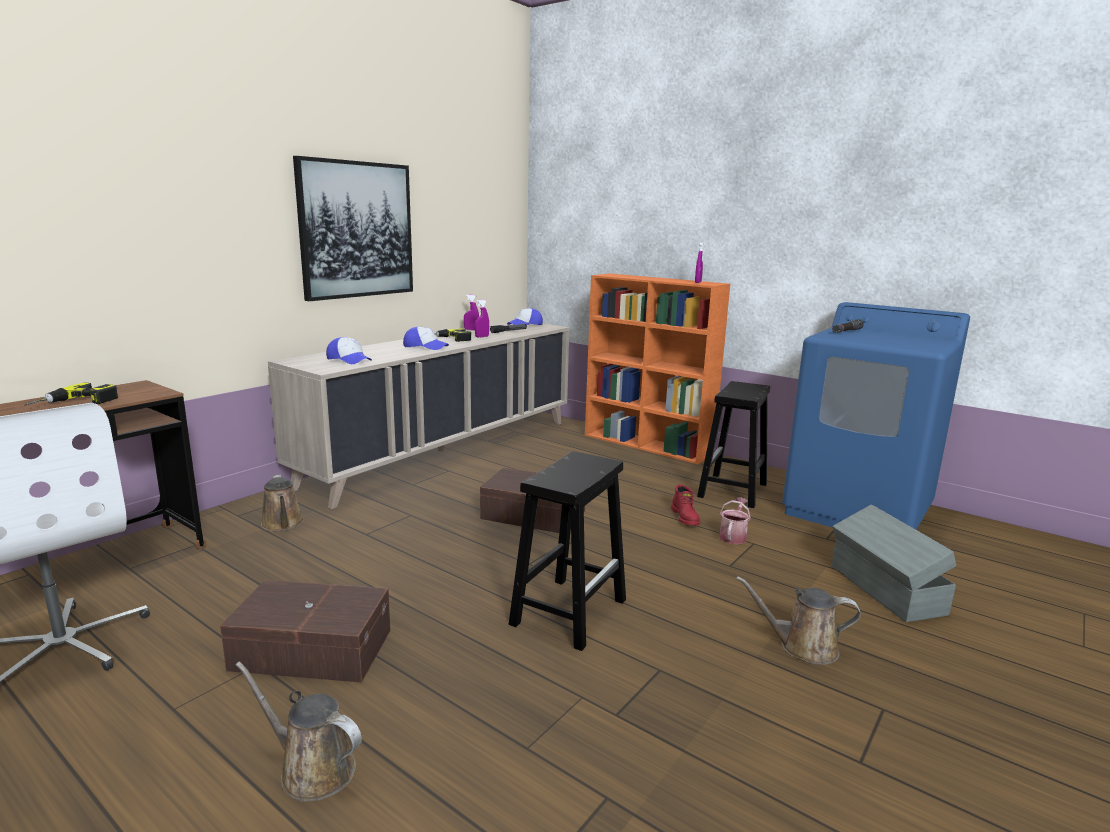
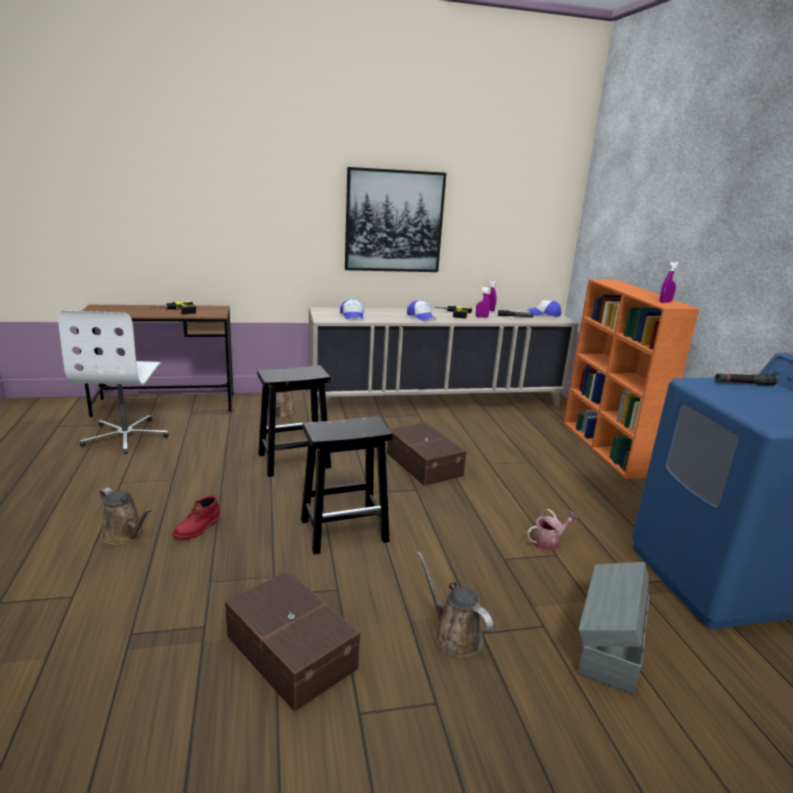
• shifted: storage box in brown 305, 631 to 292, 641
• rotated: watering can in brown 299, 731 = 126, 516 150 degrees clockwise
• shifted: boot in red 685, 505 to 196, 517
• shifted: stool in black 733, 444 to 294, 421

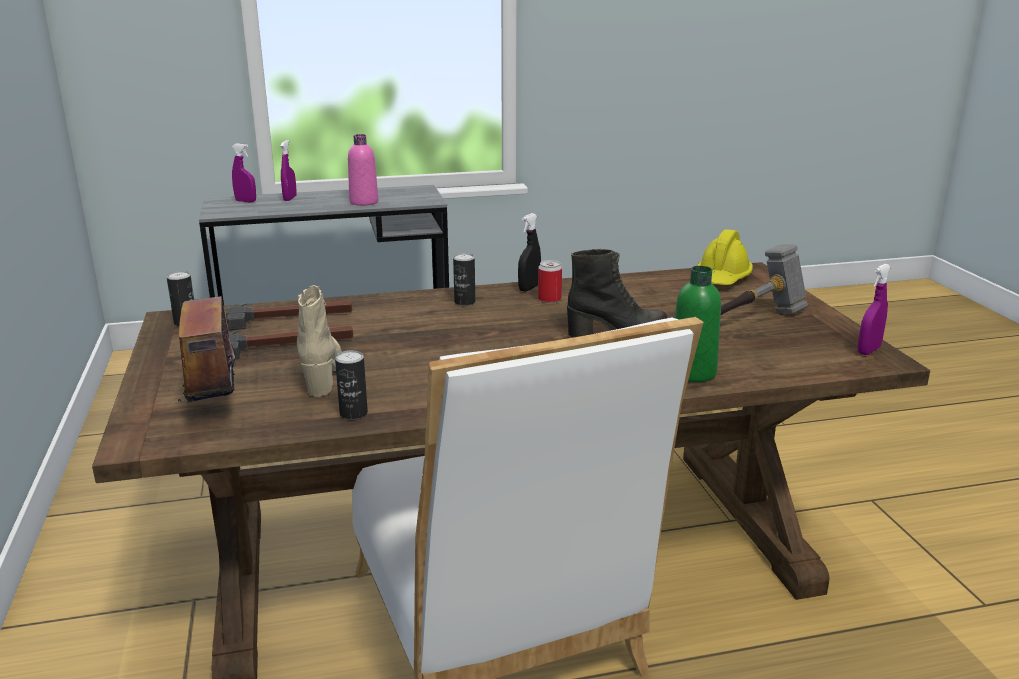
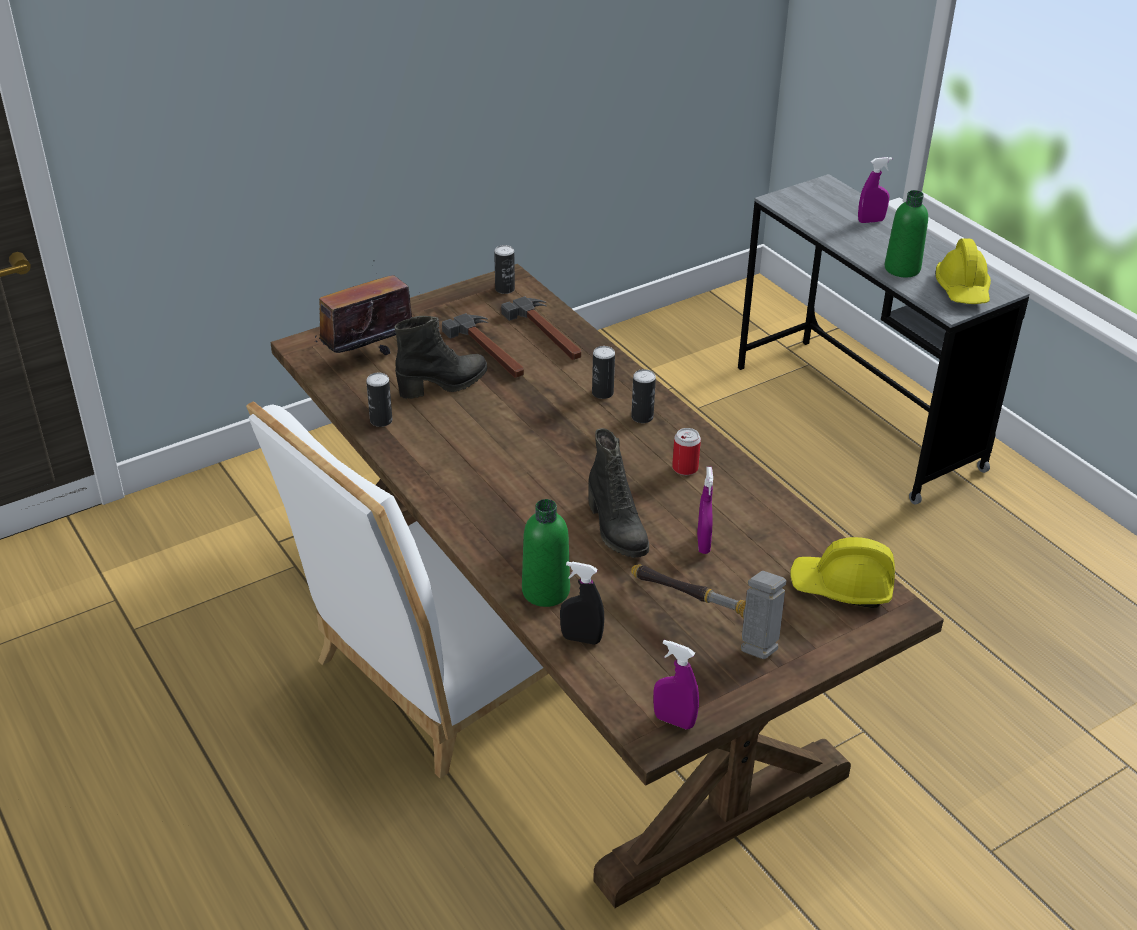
• shifted: spray bottle in purple 244, 173 to 705, 510
• repainted: boot in beige 319, 341 to boot in black 440, 357
• repainted: bottle in pink 363, 170 to bottle in green 906, 233
• shifted: spray bottle in black 529, 252 to 582, 603
• new: can 603, 372
• new: hard hat in yellow 963, 271

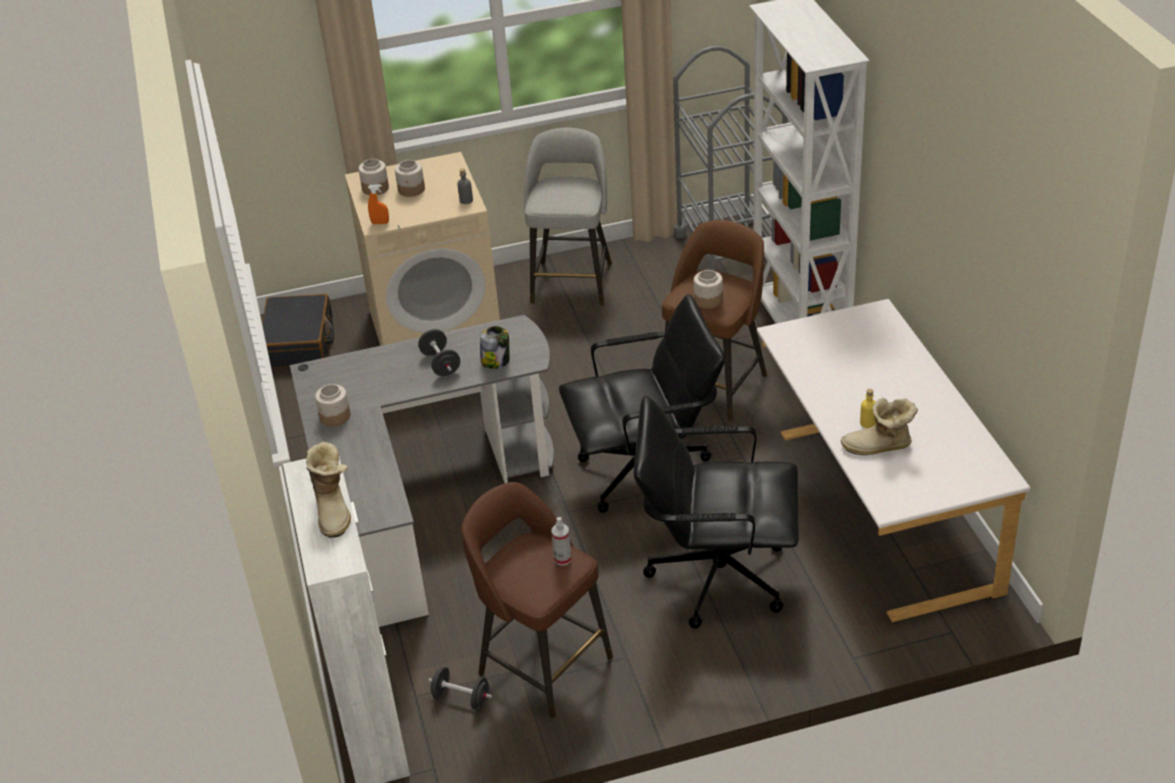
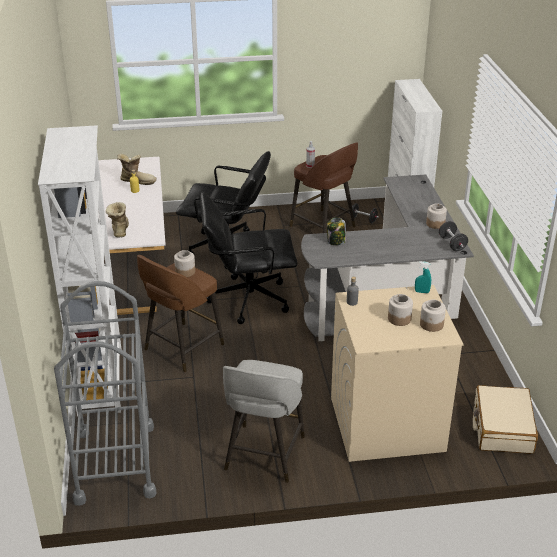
• repainted: suitcase in black 298, 330 to suitcase in beige 505, 419
• shifted: boot 328, 489 to 117, 220
• repainted: spray bottle in orange 378, 204 to spray bottle in turquoise 423, 277
• shifted: dumbbell in black 439, 352 to 453, 236

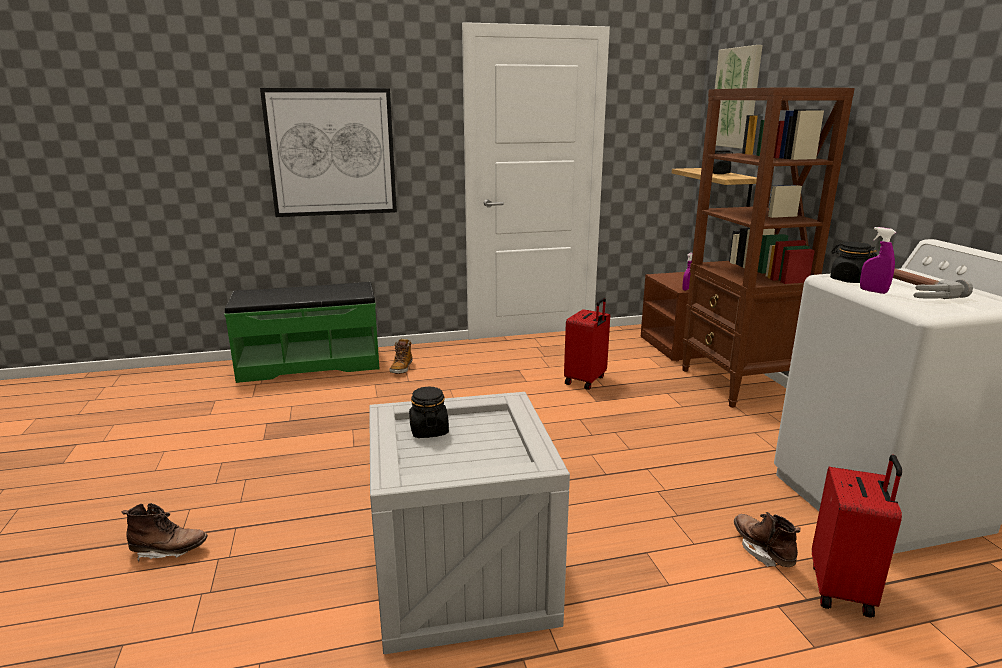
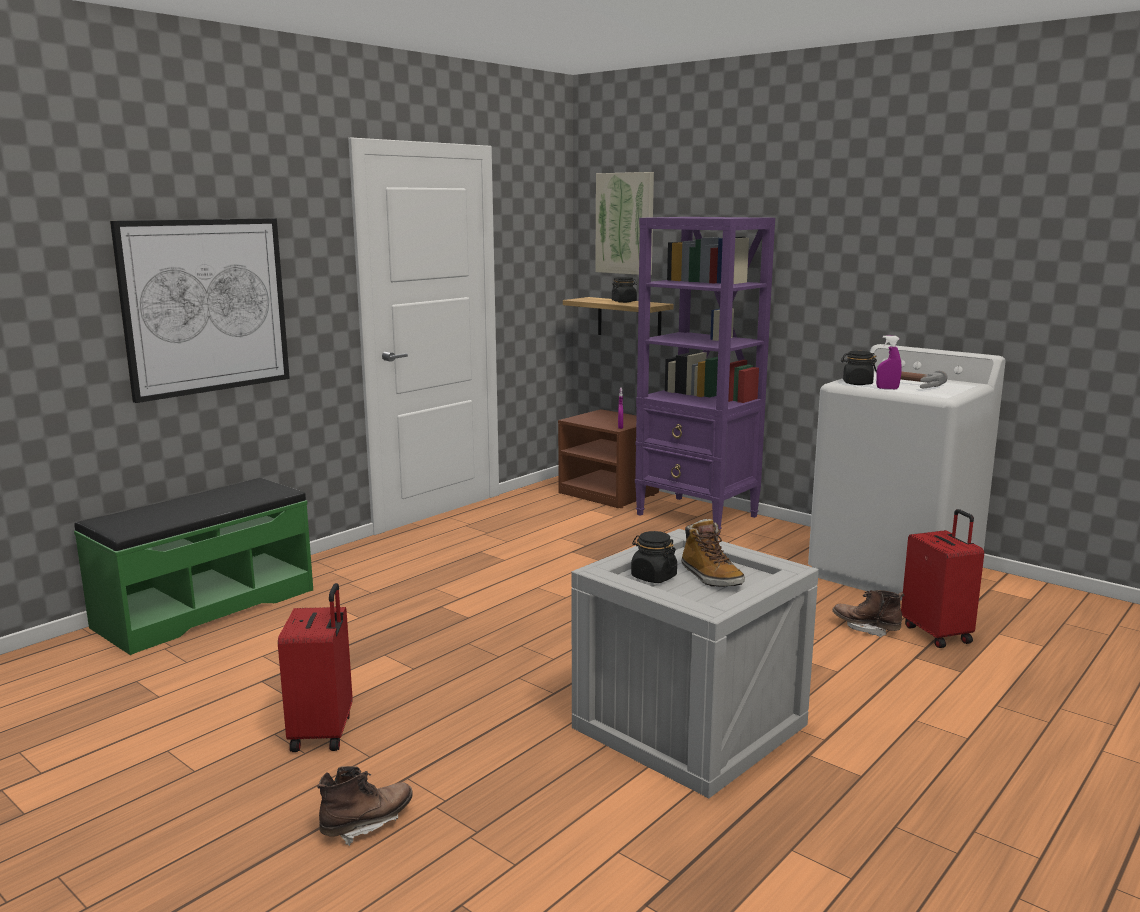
• shifted: boot 401, 356 to 713, 553
• shifted: suitcase in red 587, 344 to 315, 667
• repainted: bookcase in brown 768, 248 to bookcase in purple 705, 376

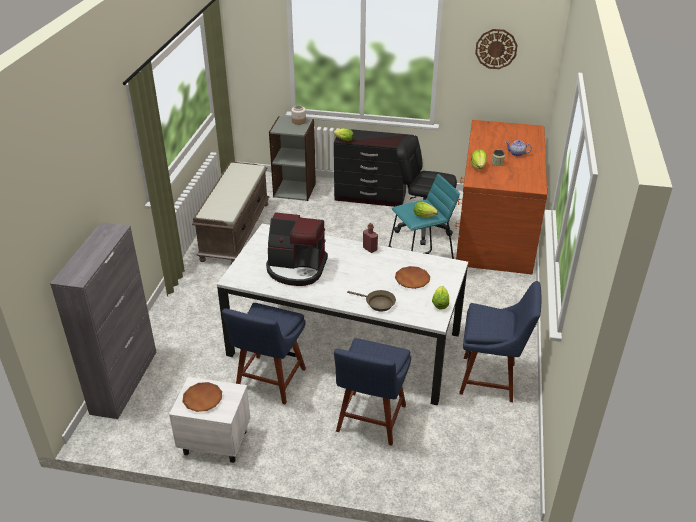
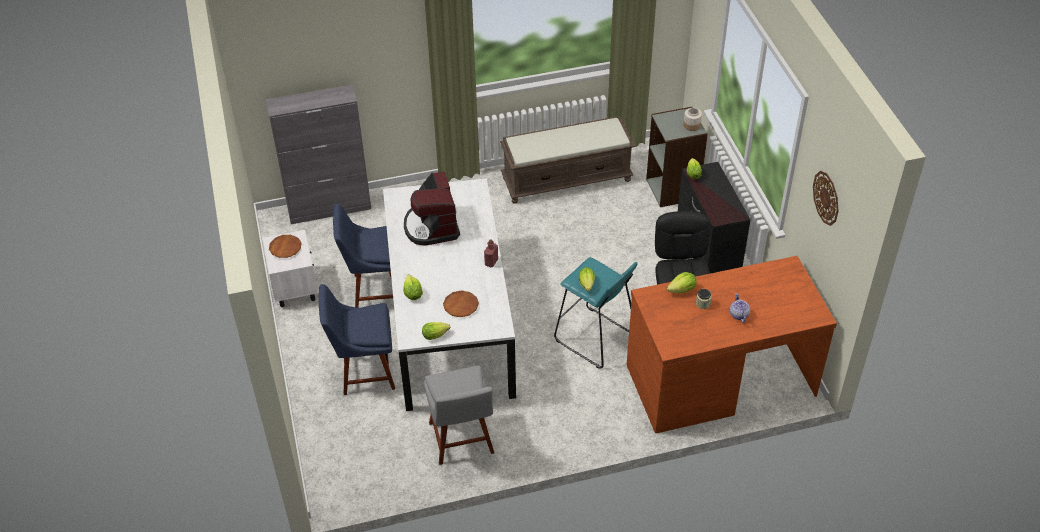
• swapped: frying pan in brown 371, 301 to lettuce 413, 287
• repainted: chair in blue 500, 341 to chair in grey 459, 415

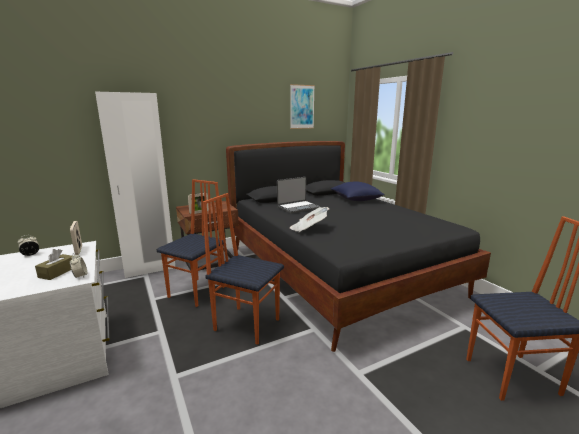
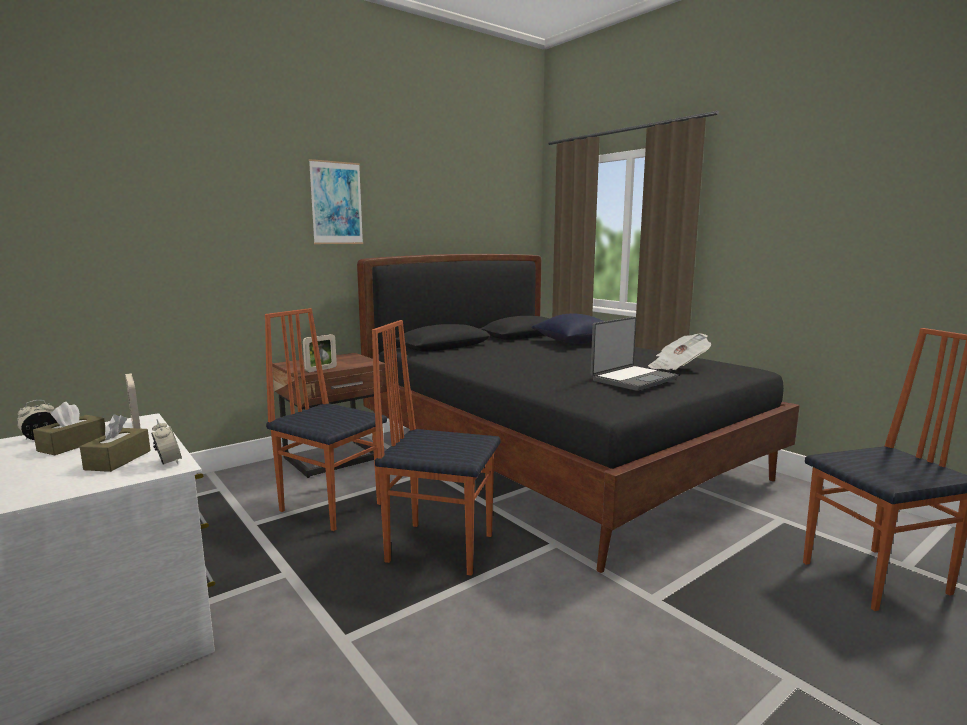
• gone: wardrobe in white 135, 185
• rotated: chair 190, 243 = 326, 419 75 degrees counterclockwise
• shifted: laptop 298, 195 to 634, 354
• shifted: picture 302, 106 to 336, 201
• shifted: newspaper 309, 219 to 679, 352
• new: tissue box in brown 69, 428

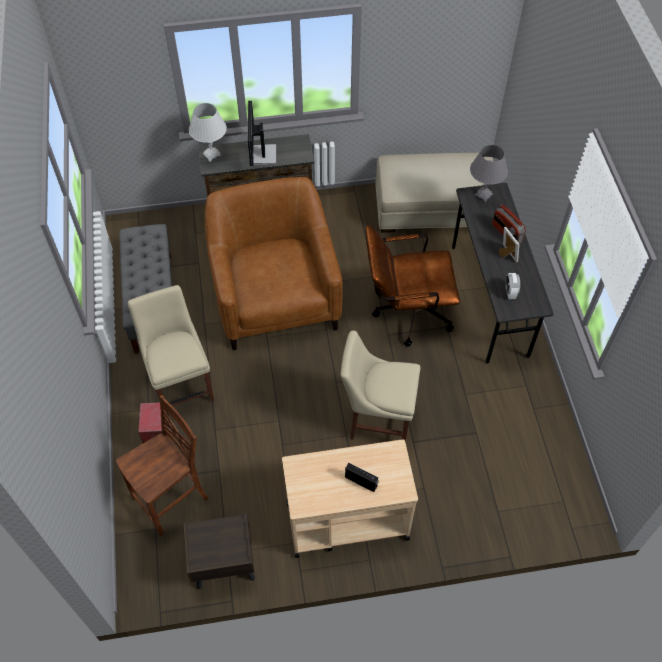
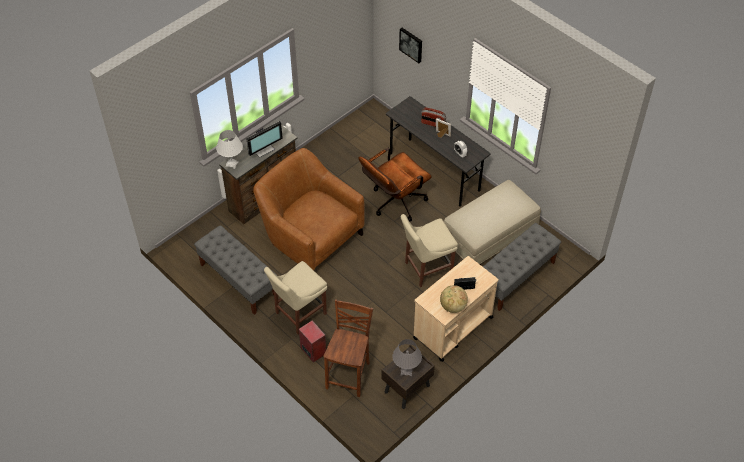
• rotated: chair in beige 171, 345 = 295, 298 75 degrees counterclockwise
• rotated: monitor 262, 133 = 264, 139 90 degrees counterclockwise
• shifted: ottoman in beige 434, 192 to 492, 222
• shifted: table lamp in grey 489, 173 to 407, 357
• new: picture 410, 45
• new: globe 454, 299
• new: bench in grey 522, 267

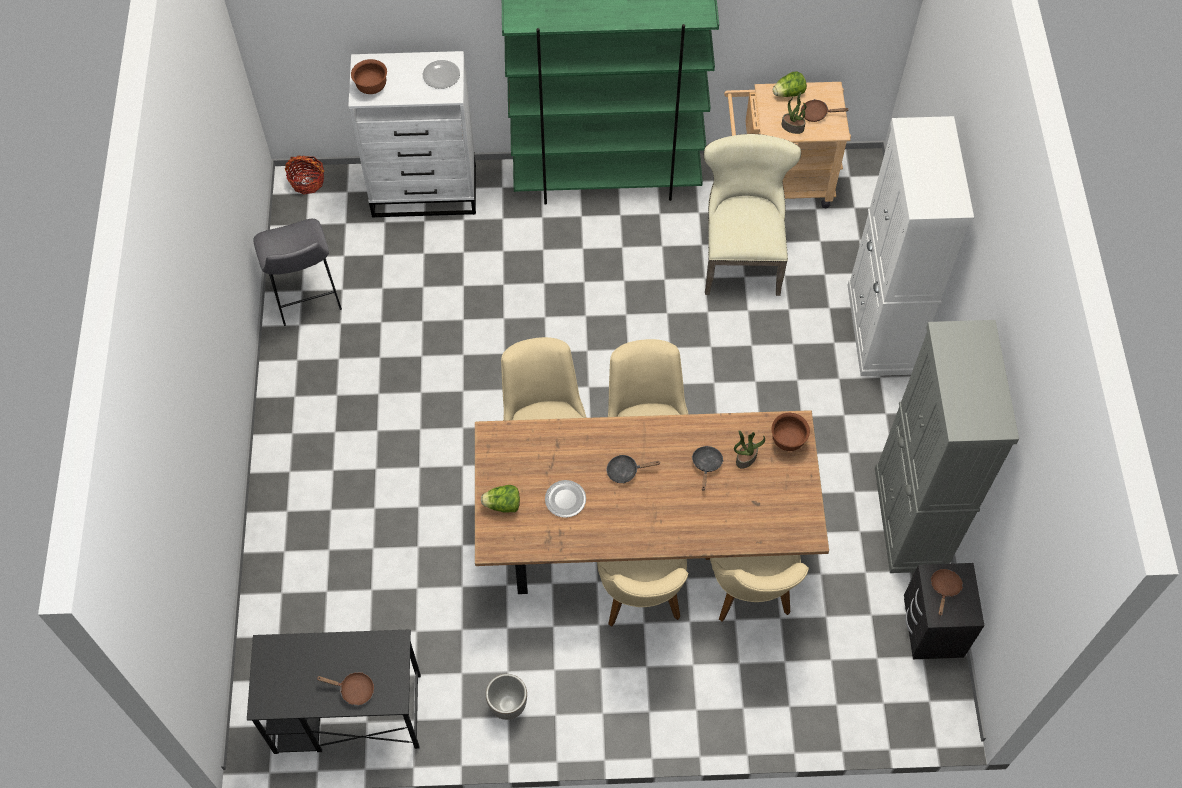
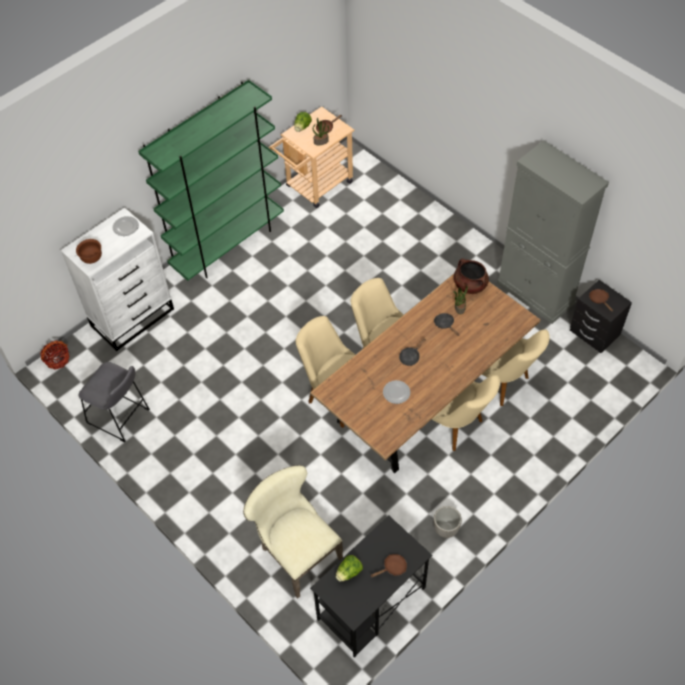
• shifted: lettuce 500, 499 to 349, 568
• shifted: chair in beige 752, 215 to 293, 531
• swapped: bowl in brown 790, 432 to cooking pot in brown 471, 276
• gone: cabinet in white 911, 246

